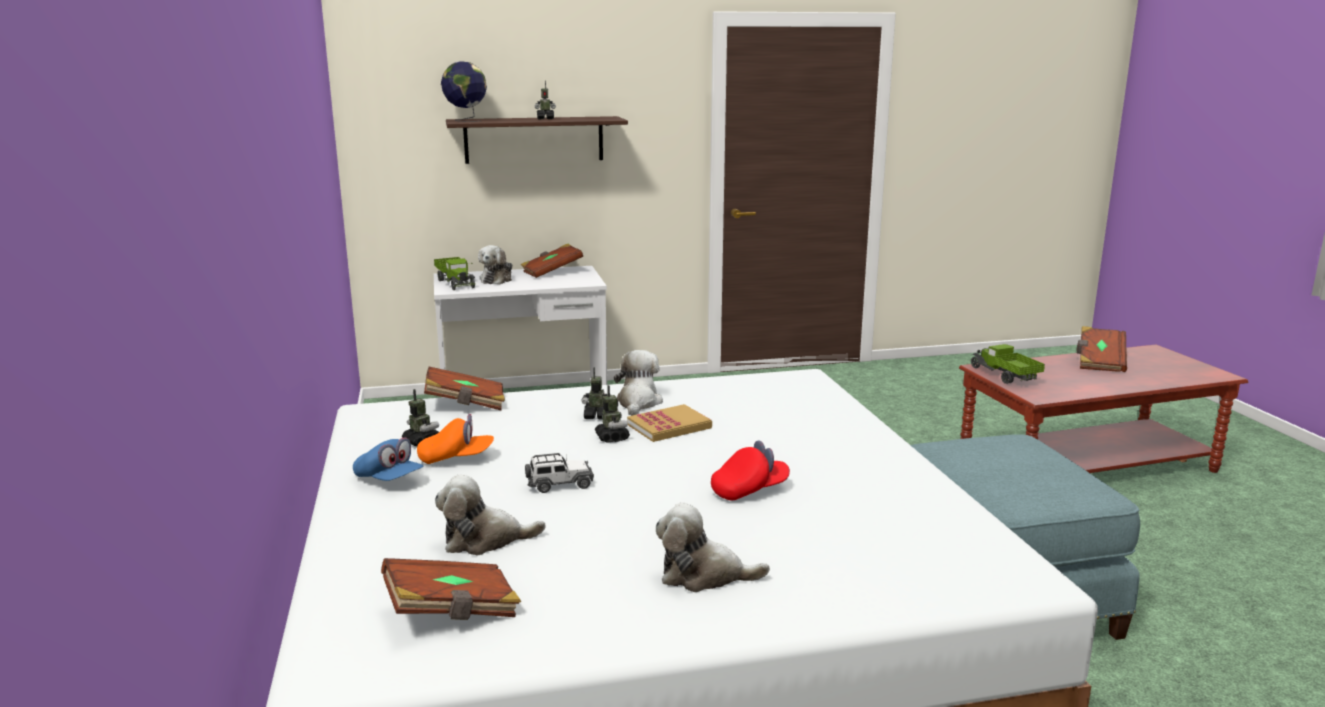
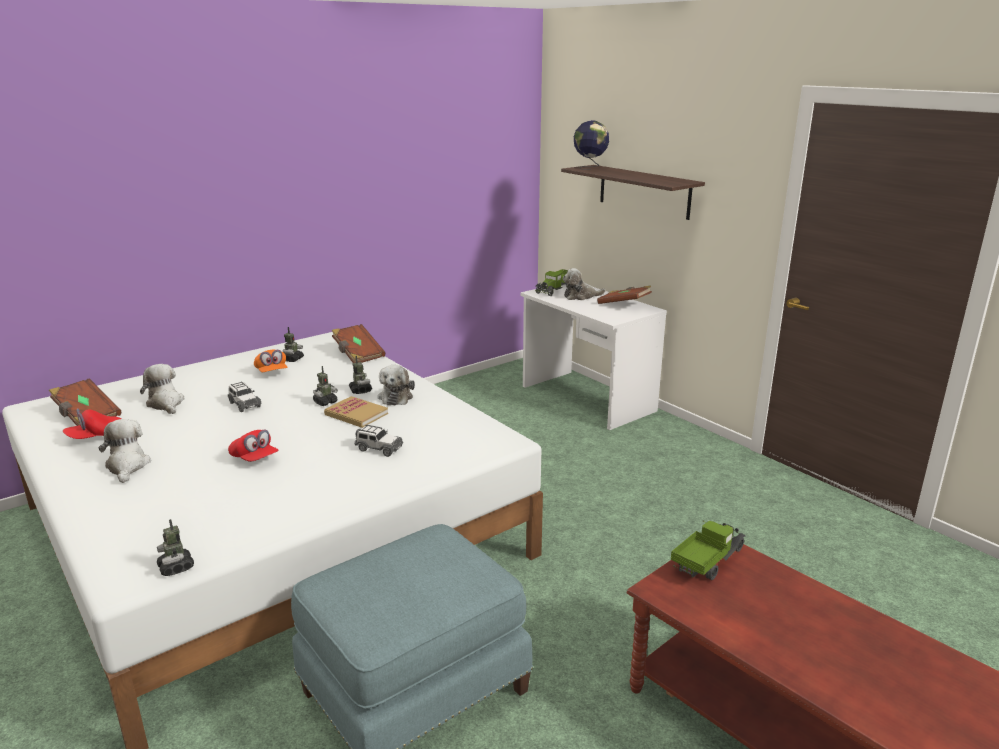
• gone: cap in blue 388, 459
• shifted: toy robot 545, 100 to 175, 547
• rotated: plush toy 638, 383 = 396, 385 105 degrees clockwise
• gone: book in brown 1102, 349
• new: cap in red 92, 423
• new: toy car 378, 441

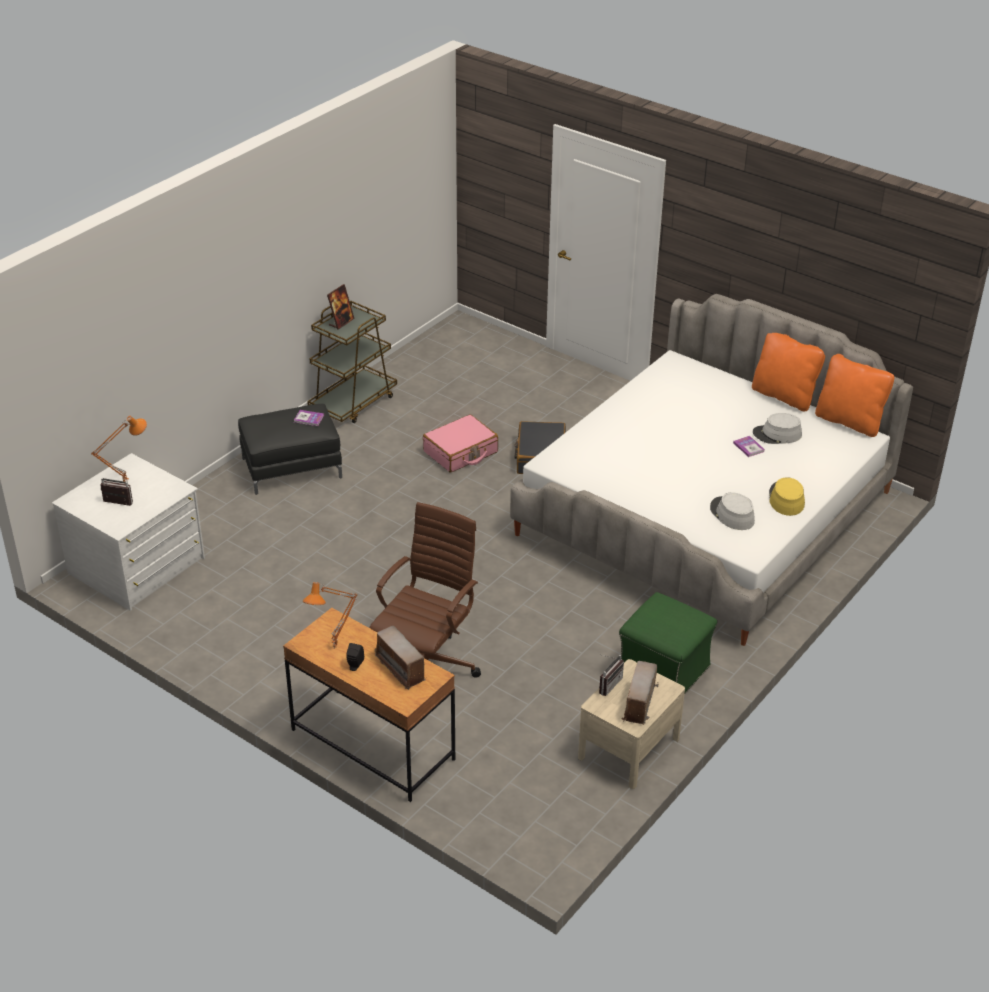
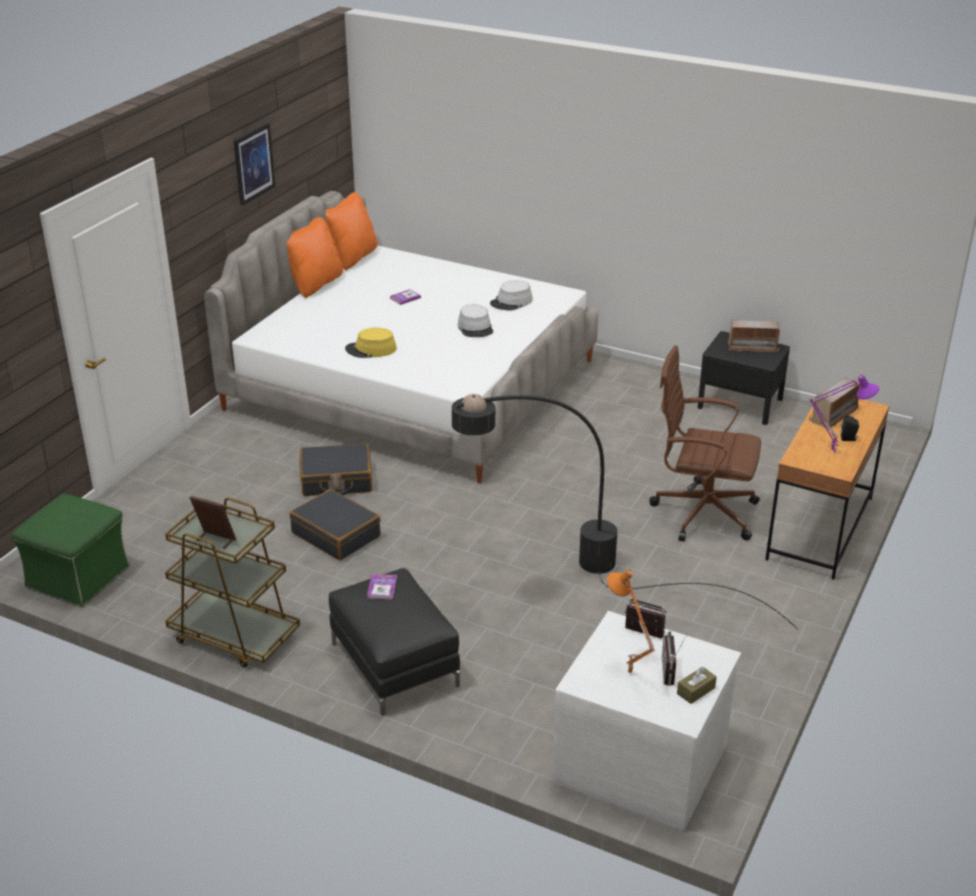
• repainted: table lamp in orange 330, 615 to table lamp in purple 844, 414
• repainted: suitcase in pink 460, 443 to suitcase in black 335, 524
• repainted: nightstand in beige 631, 724 to nightstand in black 744, 378
• shifted: radio 611, 675 to 645, 618
• shifted: ottoman in green 668, 642 to 71, 550
• shifted: hat in grey 777, 428 to 475, 320
• shifted: hat in yellow 787, 496 to 371, 343
• new: picture 254, 164
• new: floor lamp in black 625, 512
• new: tissue box in brown 697, 685

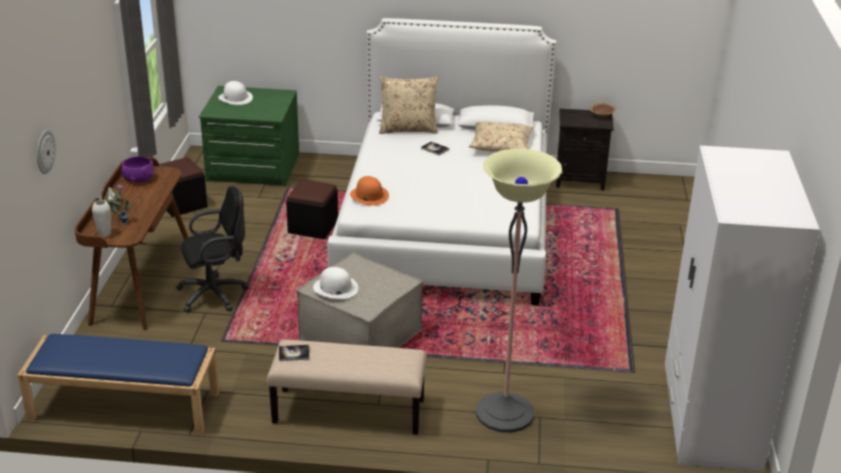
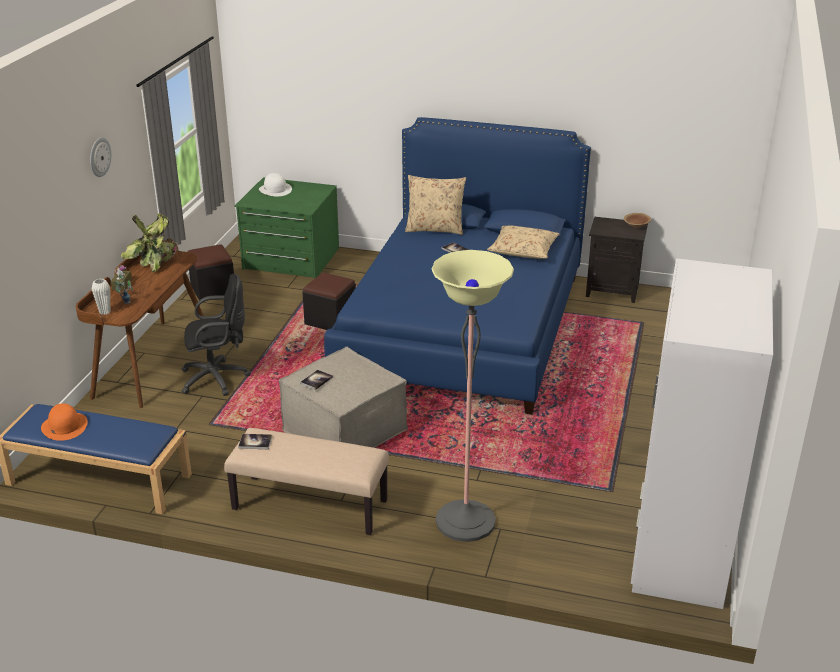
• shifted: wall clock 46, 152 to 100, 157
• swapped: bowl in purple 137, 169 to potted plant 149, 242
• swapped: hat in white 336, 283 to book 316, 380
• repainted: bed in white 442, 161 to bed in blue 457, 266
• shifted: hat in orange 369, 191 to 64, 422

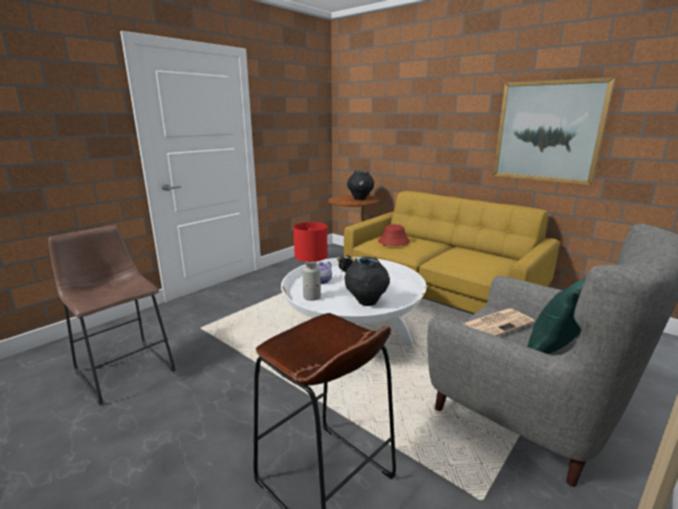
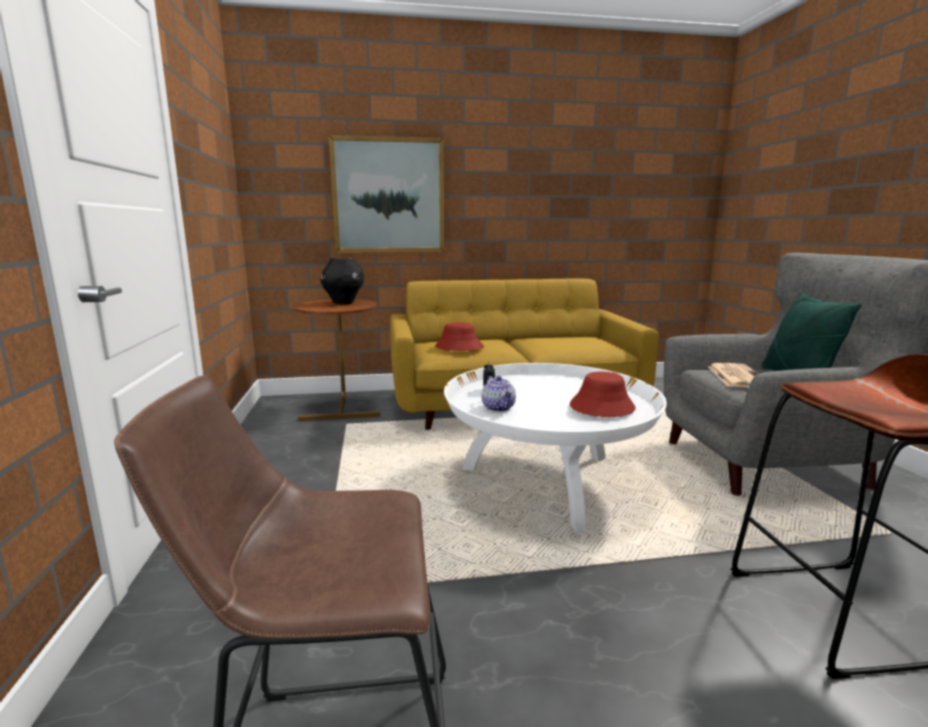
• gone: table lamp in red 310, 261
• swapped: vase in black 367, 281 to hat in red 603, 394
• shifted: picture 554, 131 to 386, 194

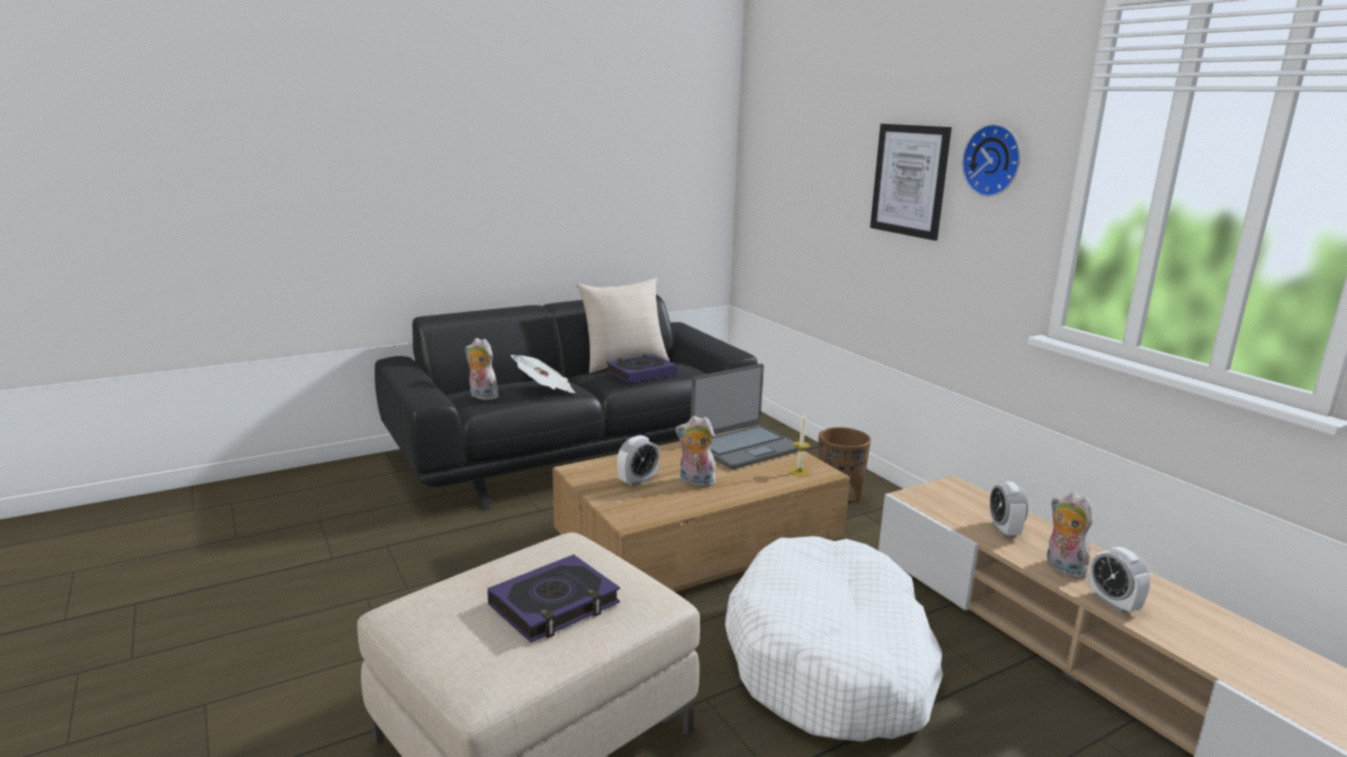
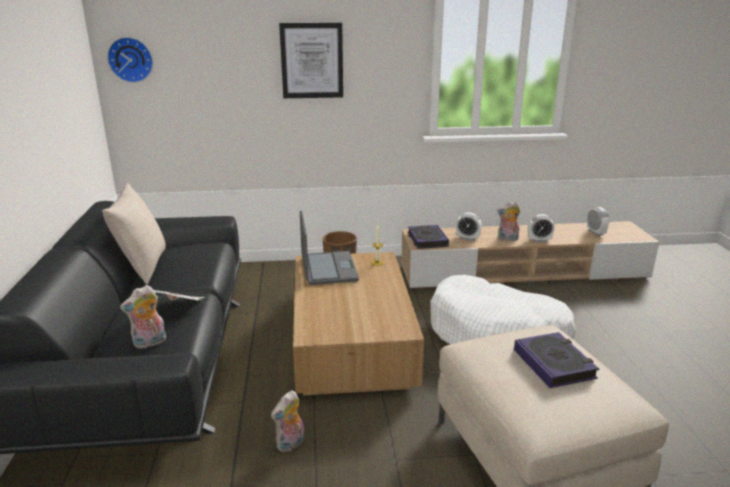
• shifted: book 641, 368 to 428, 237
• shifted: alarm clock 638, 460 to 598, 221
• shifted: plush toy 696, 451 to 288, 421
• shifted: wall clock 991, 160 to 130, 60

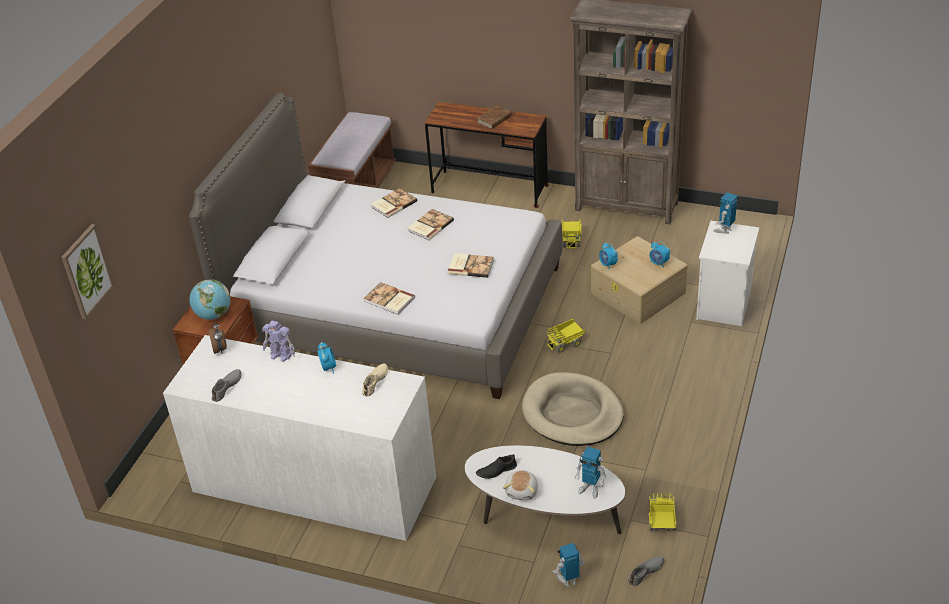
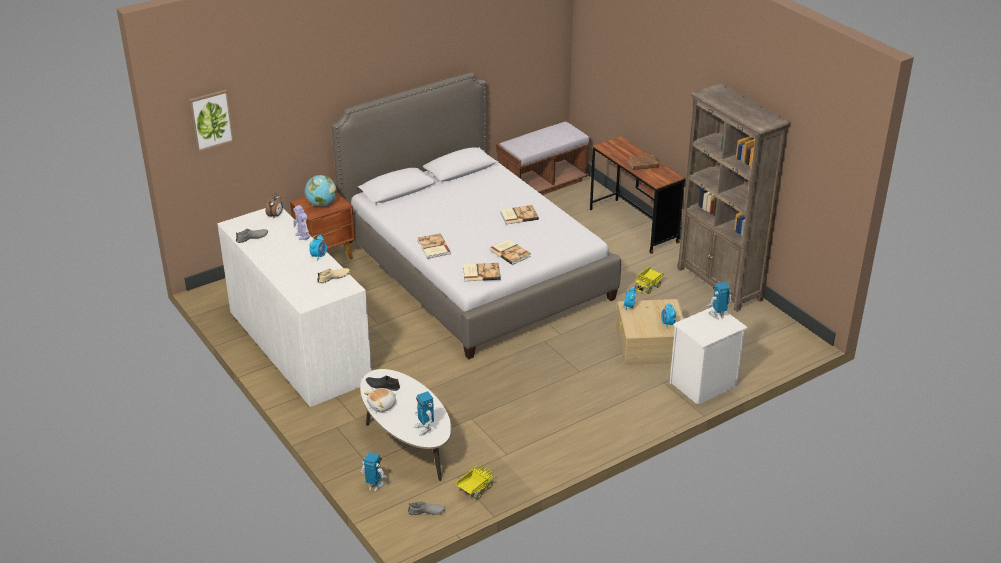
• shifted: book 394, 203 to 482, 272
• gone: dog bed in beige 573, 409
• gone: toy truck 566, 336

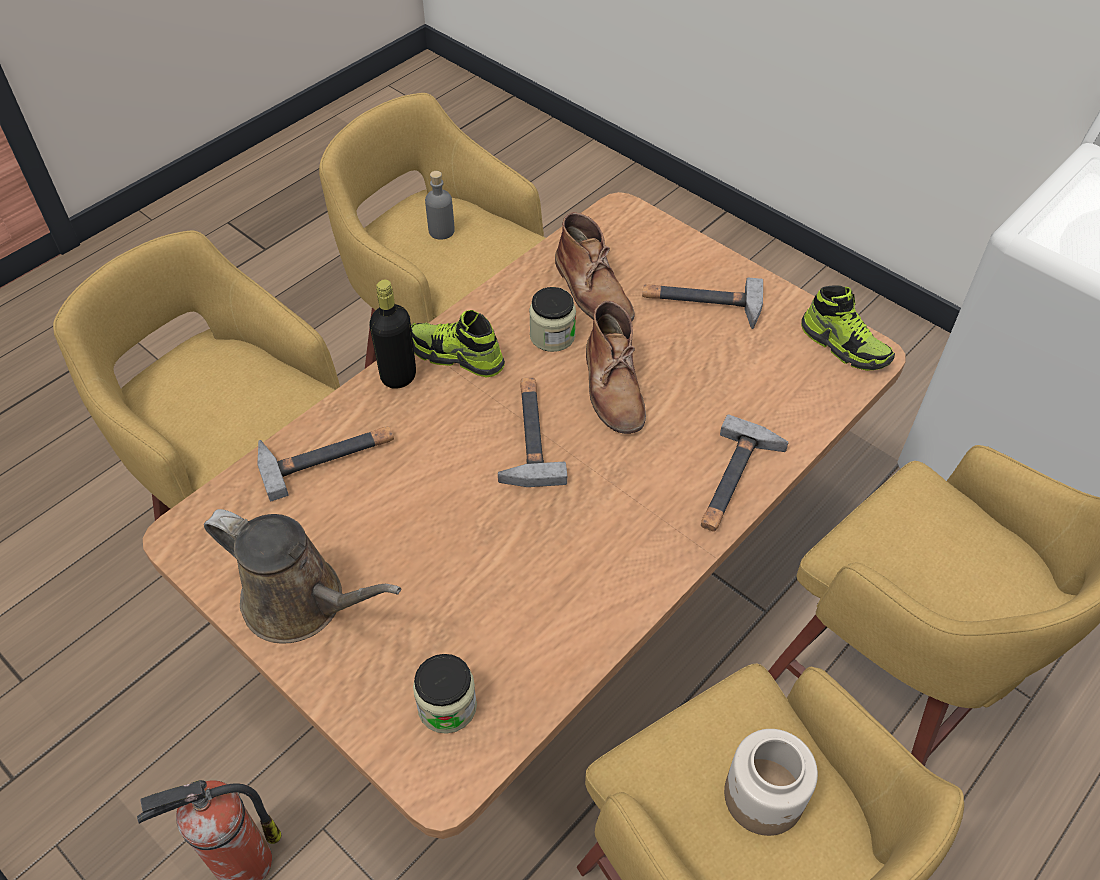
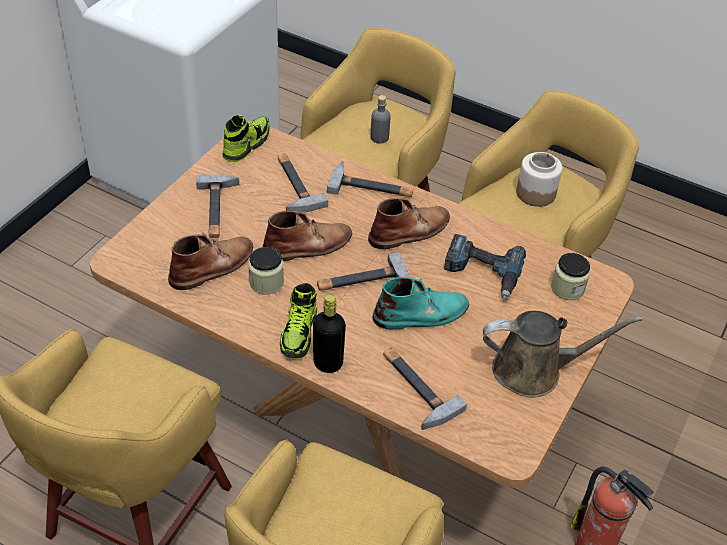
• rotated: watering can in brown 302, 576 = 562, 354 75 degrees clockwise
• shifted: bottle in grey 440, 205 to 381, 119
• new: hammer 303, 182
• new: boot in brown 409, 223
• new: boot in turquoise 421, 303
• new: power drill 485, 266

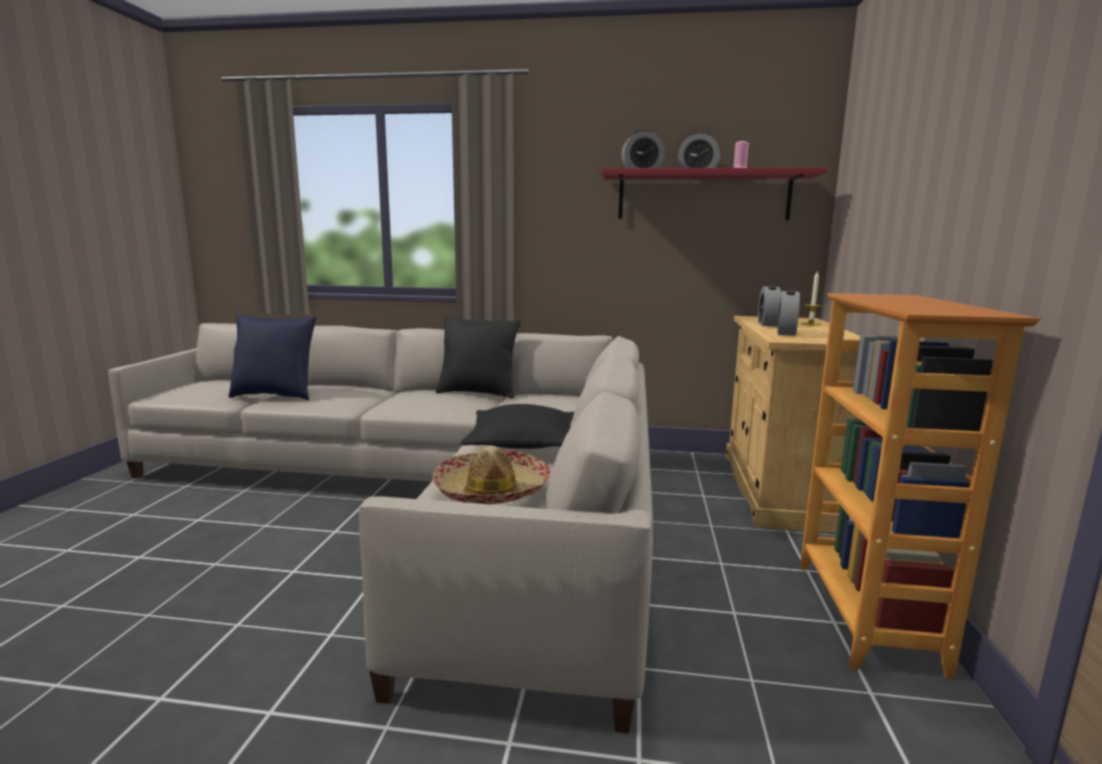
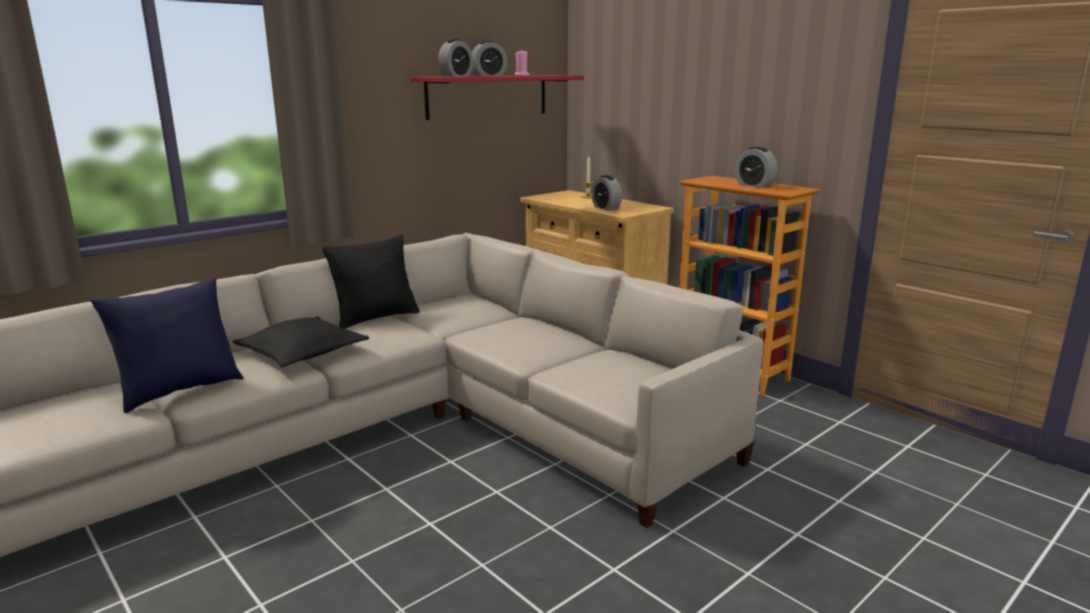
• gone: hat 491, 475
• shifted: pillow in black 517, 426 to 301, 342
• shifted: alarm clock 769, 305 to 756, 167

